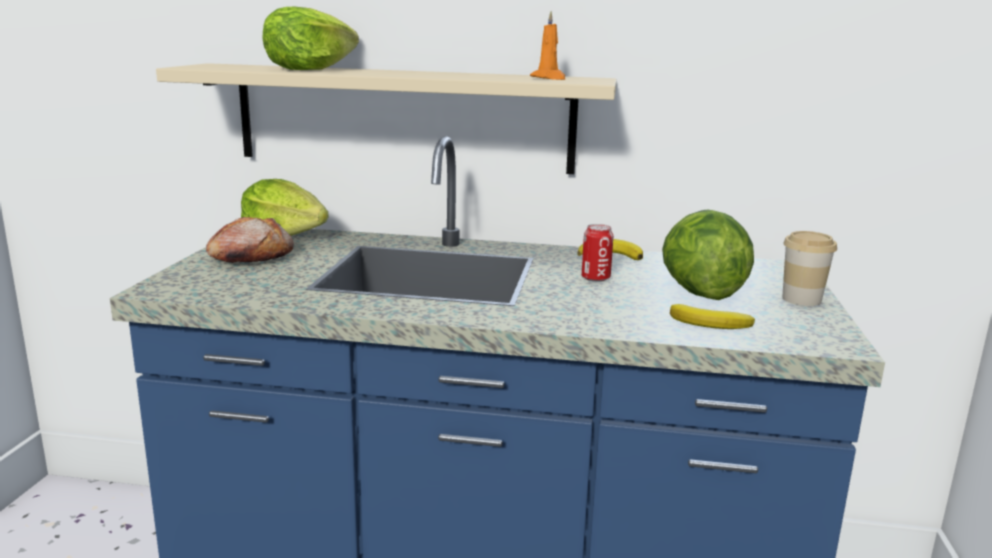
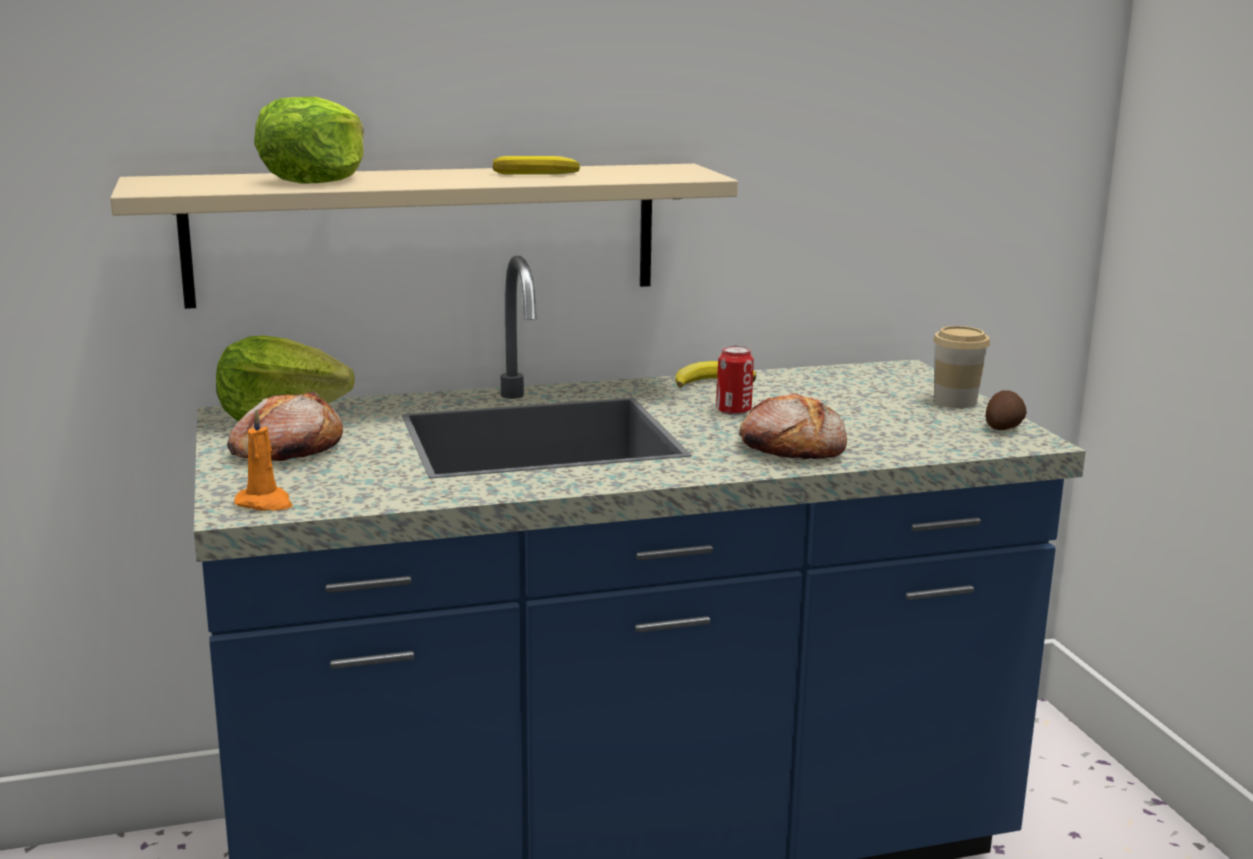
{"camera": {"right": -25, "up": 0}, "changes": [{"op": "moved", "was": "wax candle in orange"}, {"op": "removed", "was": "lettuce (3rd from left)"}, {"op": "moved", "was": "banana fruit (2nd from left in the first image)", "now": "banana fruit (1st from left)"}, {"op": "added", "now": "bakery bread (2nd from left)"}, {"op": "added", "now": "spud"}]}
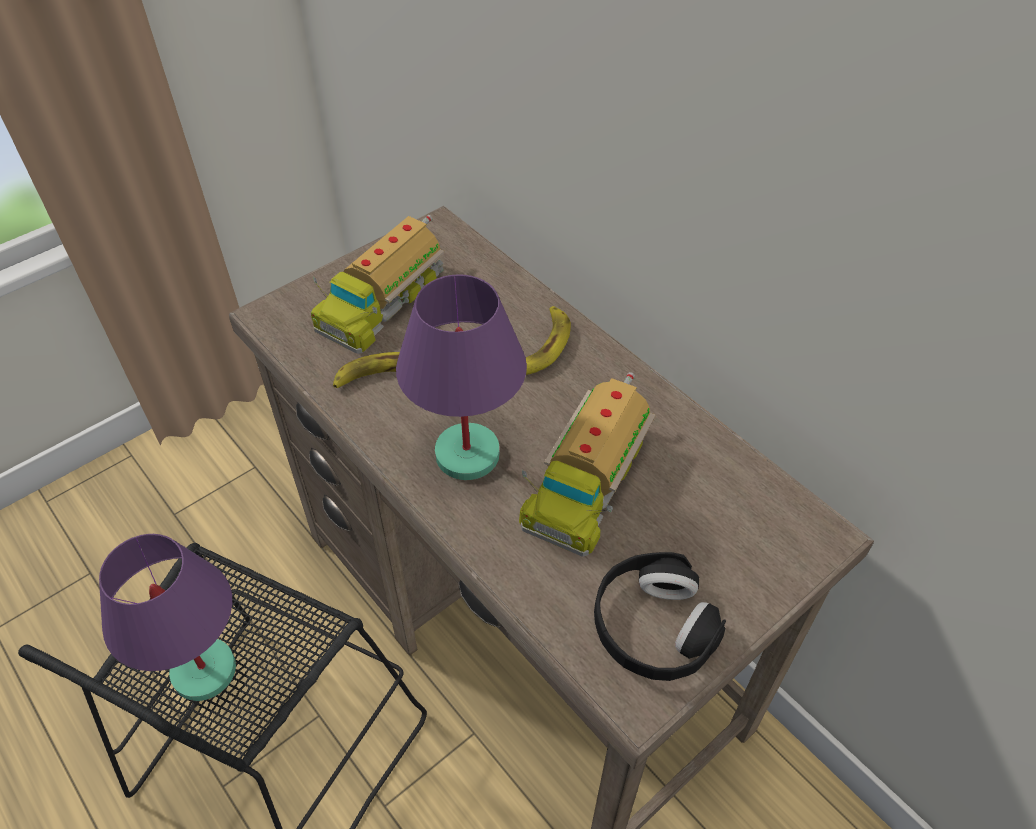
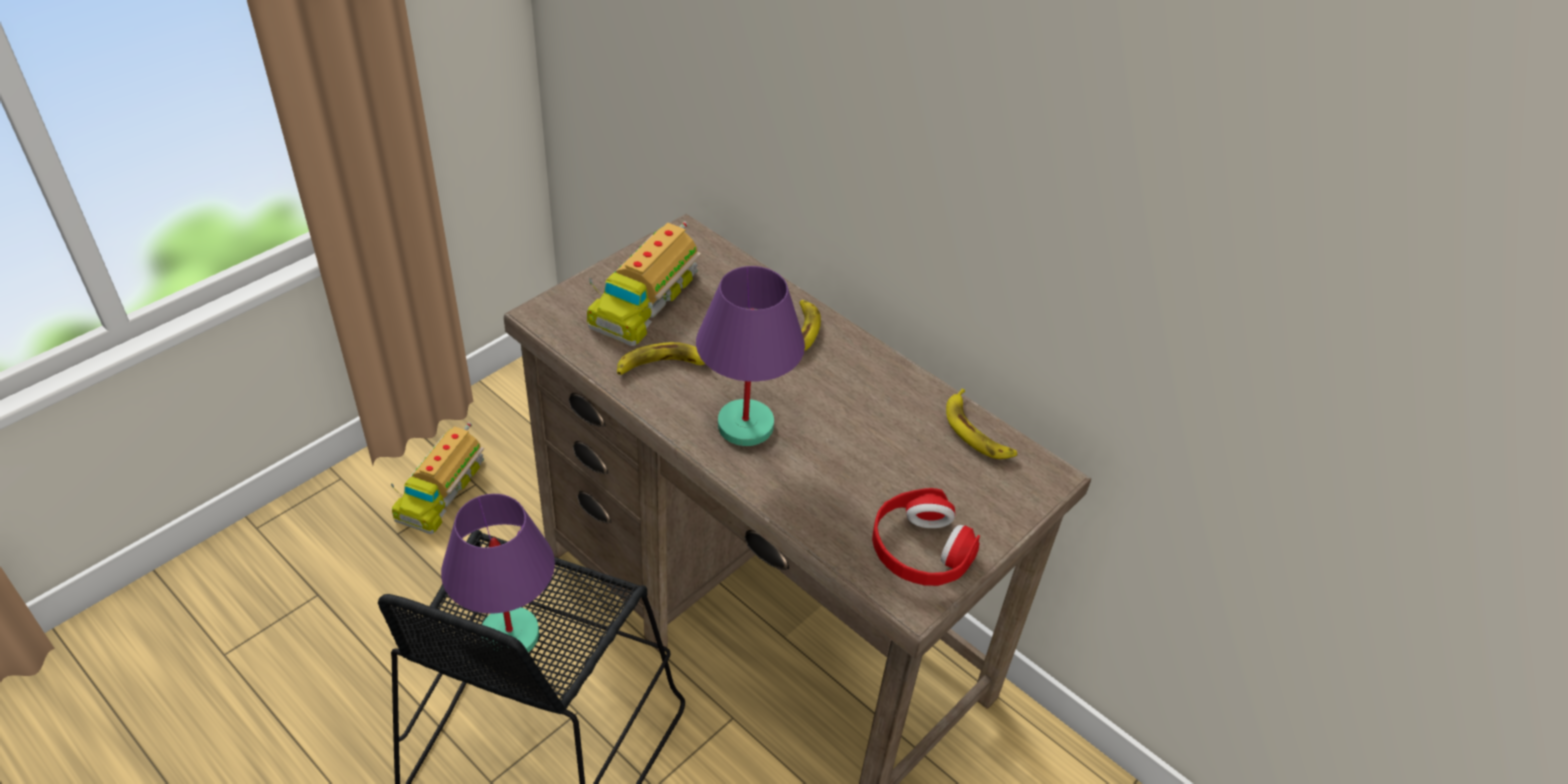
{"camera": {"right": -10, "up": -5}, "changes": [{"op": "moved", "was": "model truck (2nd from left in the first image)", "now": "model truck (1st from left)"}, {"op": "recoloured", "was": "pair of headphones in black", "now": "pair of headphones in red"}, {"op": "added", "now": "banana fruit (3rd from left)"}]}
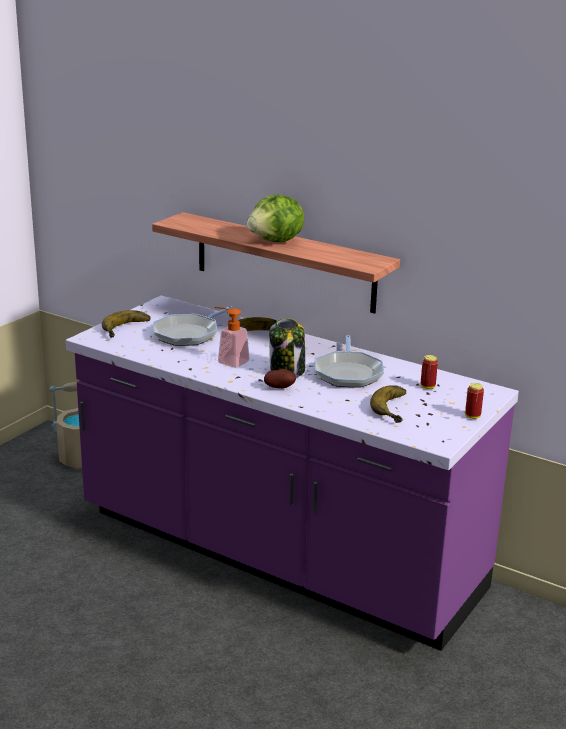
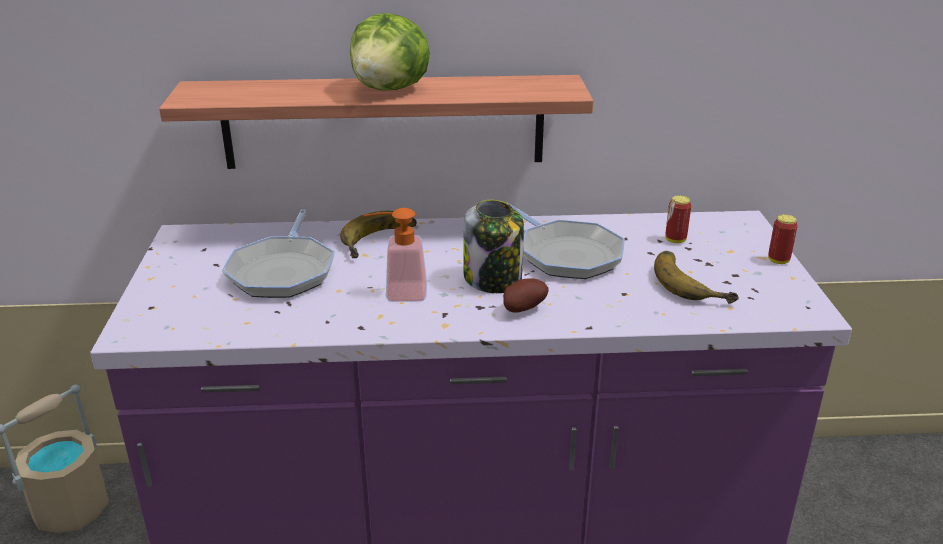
{"camera": {"right": -35, "up": 5}, "changes": [{"op": "removed", "was": "banana fruit (1st from left)"}]}
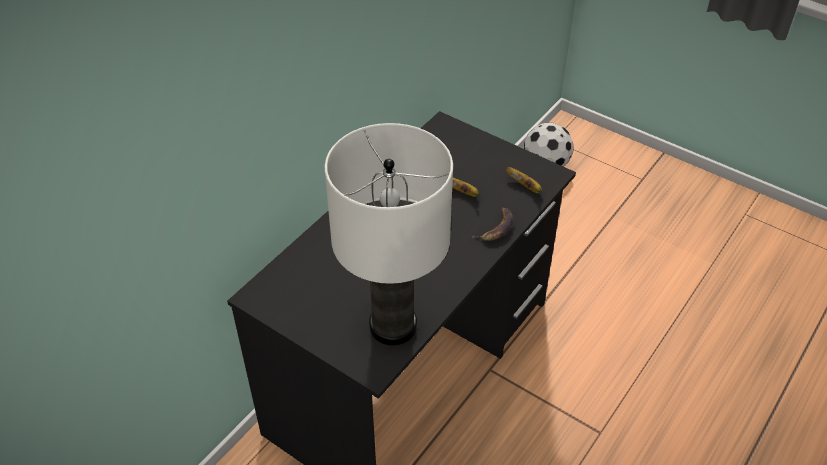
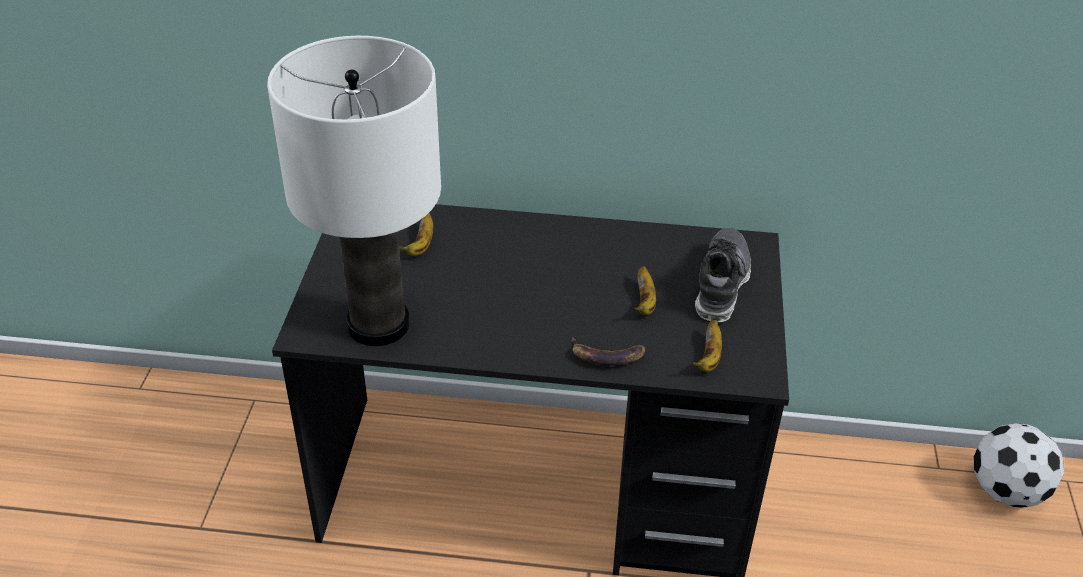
{"camera": {"right": 60, "up": -5}, "changes": [{"op": "added", "now": "banana fruit (1st from left)"}, {"op": "added", "now": "shoe"}]}
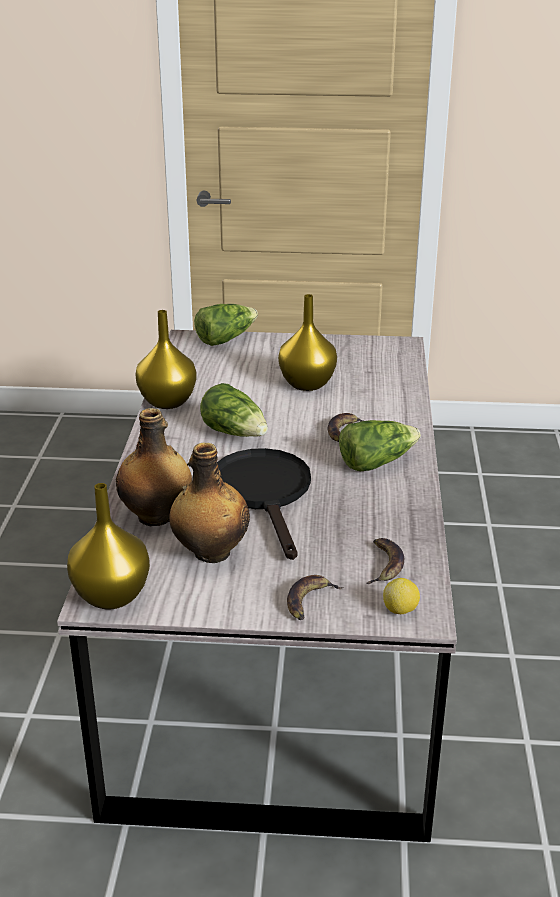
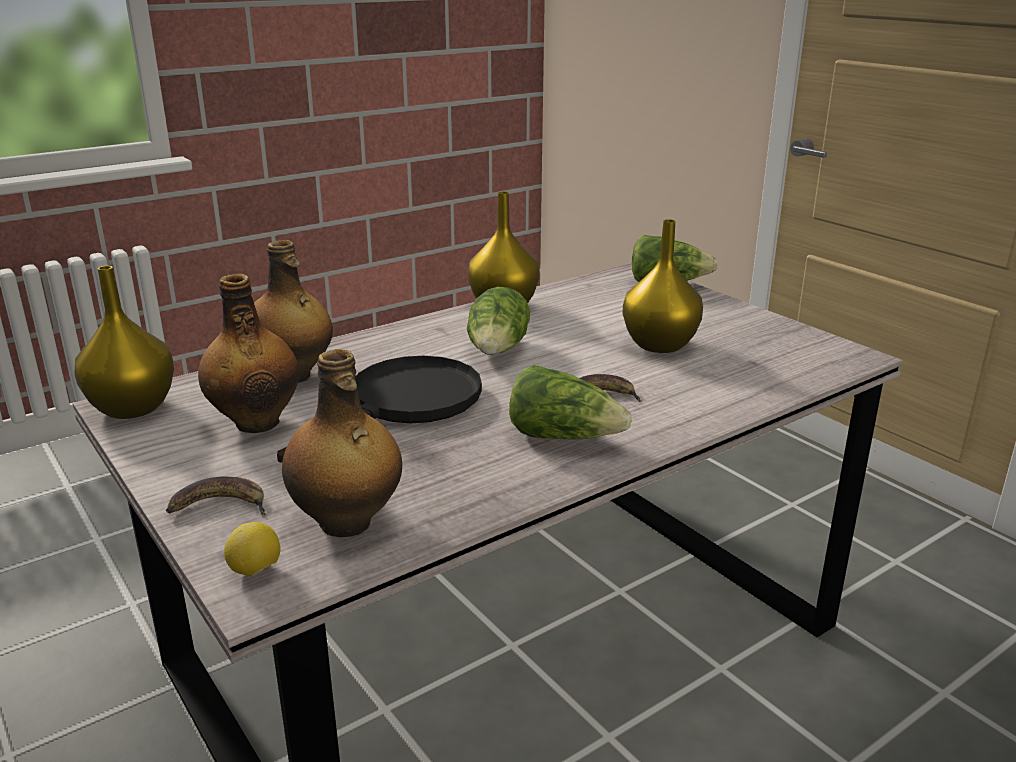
{"camera": {"right": 50, "up": -5}, "changes": [{"op": "replaced", "was": "banana fruit (3rd from left)", "now": "beverage bottle (3rd from left)"}]}
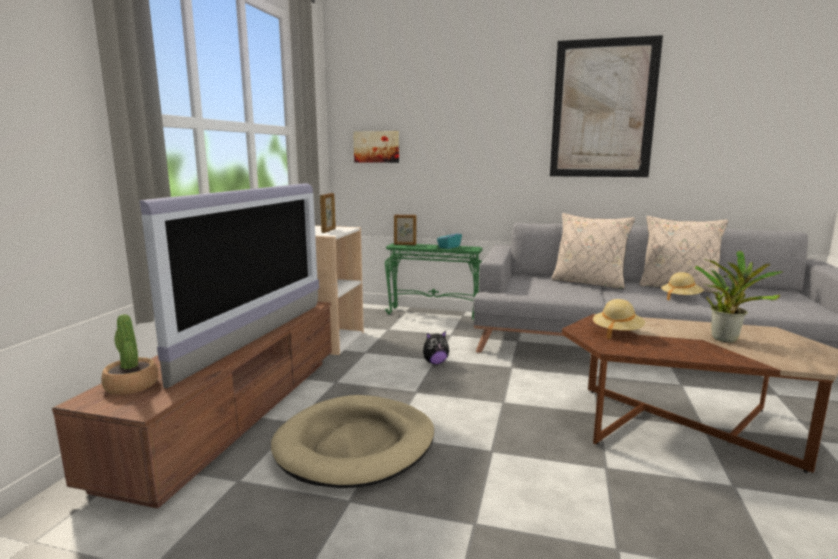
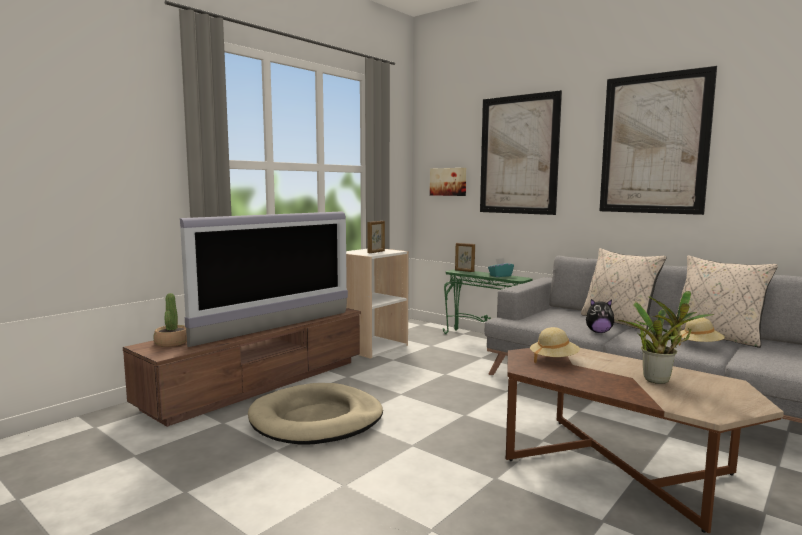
{"camera": {"right": 25, "up": -5}, "changes": [{"op": "moved", "was": "plush toy"}, {"op": "added", "now": "wall picture (2nd from left)"}]}
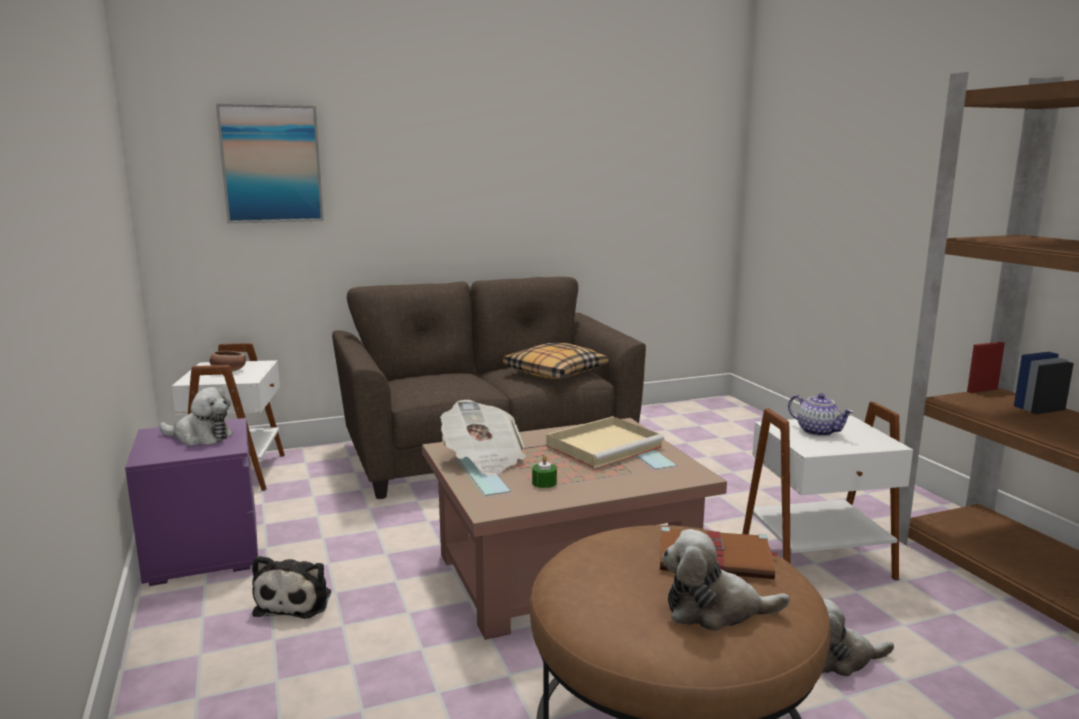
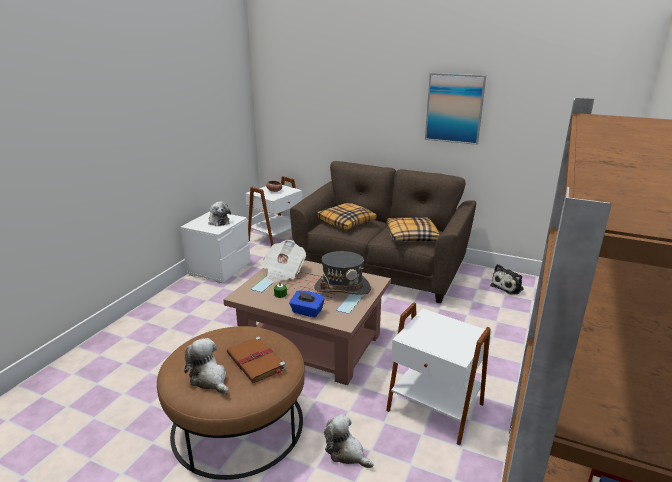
{"camera": {"right": 45, "up": 10}, "changes": [{"op": "recoloured", "was": "nightstand in purplish", "now": "nightstand in white"}, {"op": "moved", "was": "wall picture"}, {"op": "moved", "was": "plush toy (2nd from left in the first image)", "now": "plush toy (4th from left)"}, {"op": "replaced", "was": "tray in beige", "now": "hat in grey"}, {"op": "removed", "was": "tea pot"}, {"op": "added", "now": "box of tissues in blue"}, {"op": "added", "now": "throw pillow (1st from left)"}]}
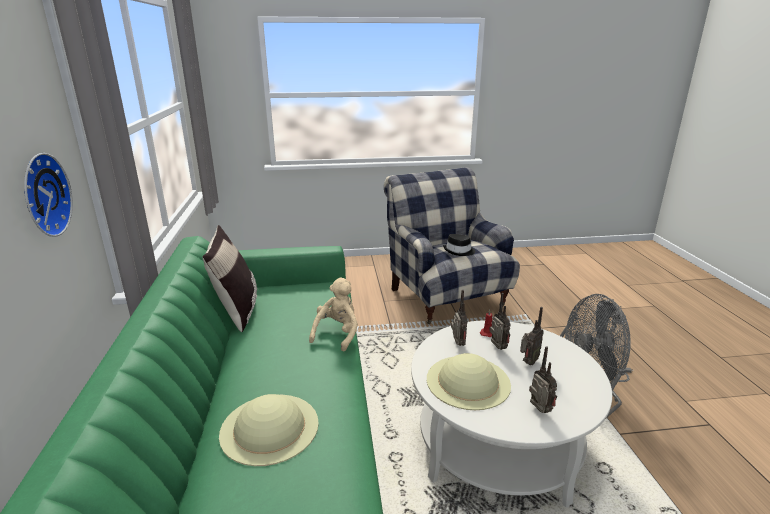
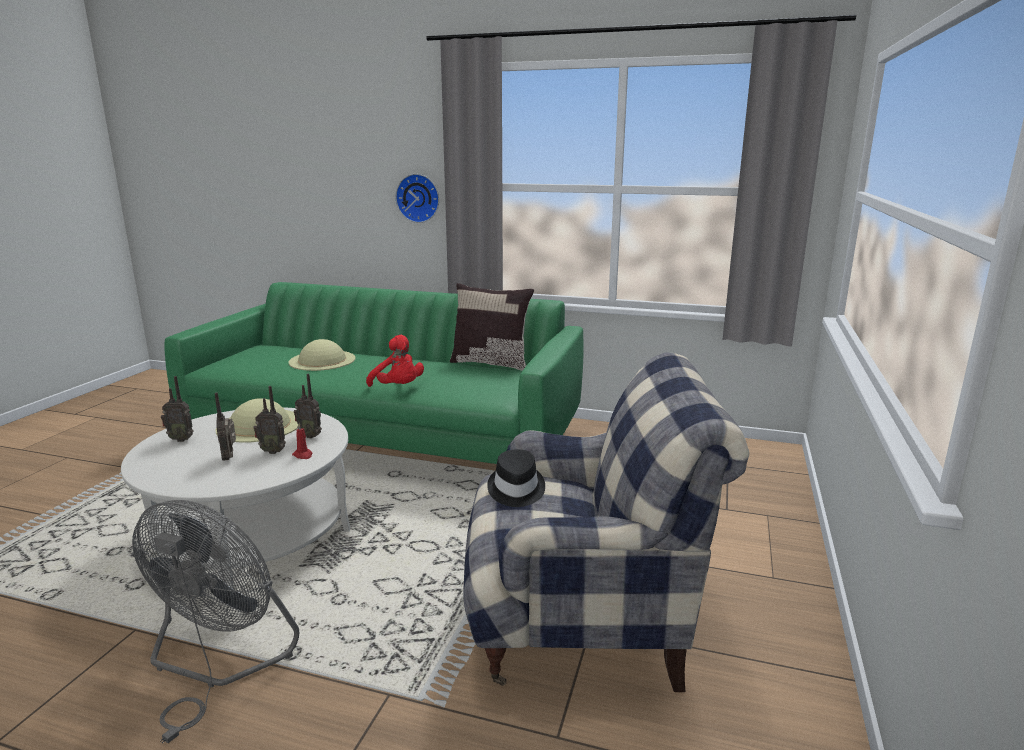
{"camera": {"right": 115, "up": -5}, "changes": [{"op": "recoloured", "was": "plush toy in beige", "now": "plush toy in red"}]}
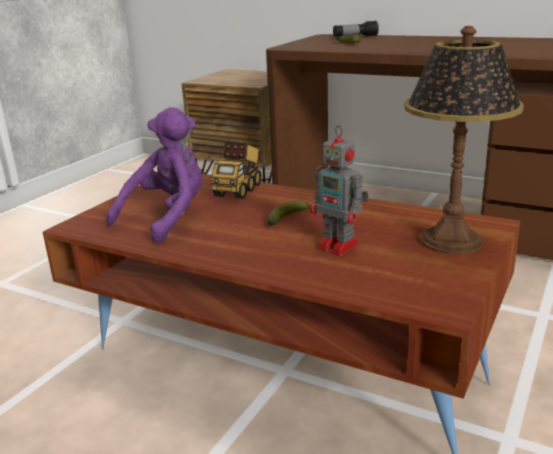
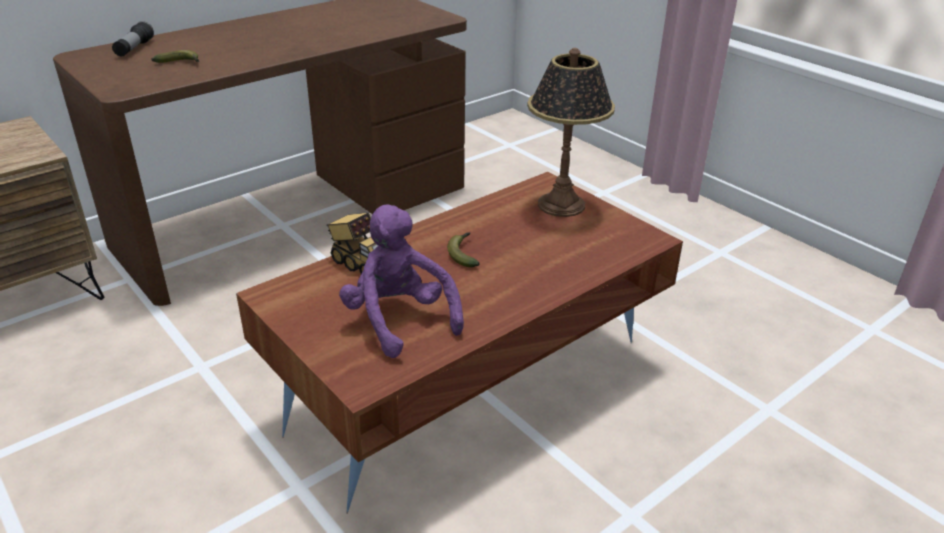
{"camera": {"right": -70, "up": 10}, "changes": [{"op": "removed", "was": "toy robot"}]}
